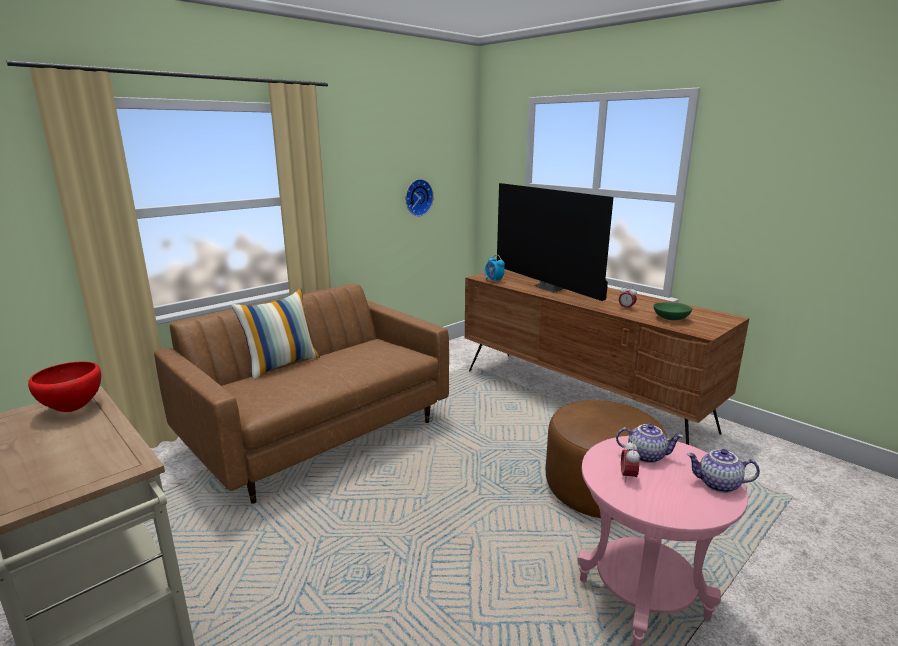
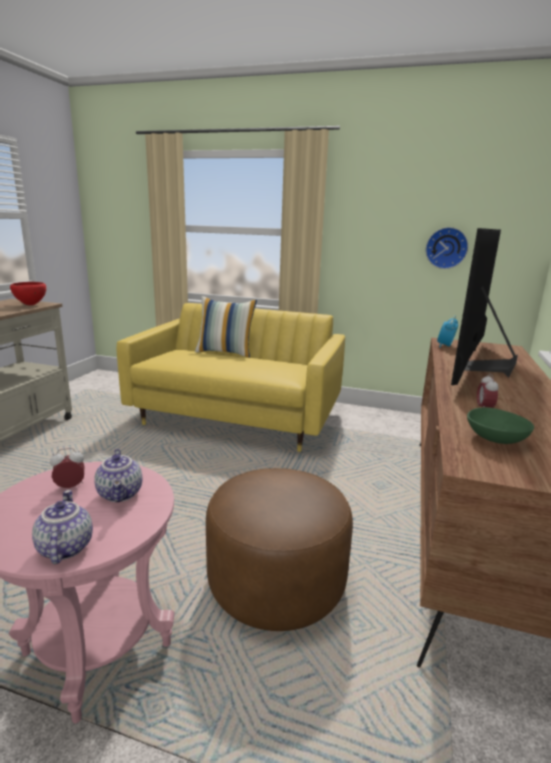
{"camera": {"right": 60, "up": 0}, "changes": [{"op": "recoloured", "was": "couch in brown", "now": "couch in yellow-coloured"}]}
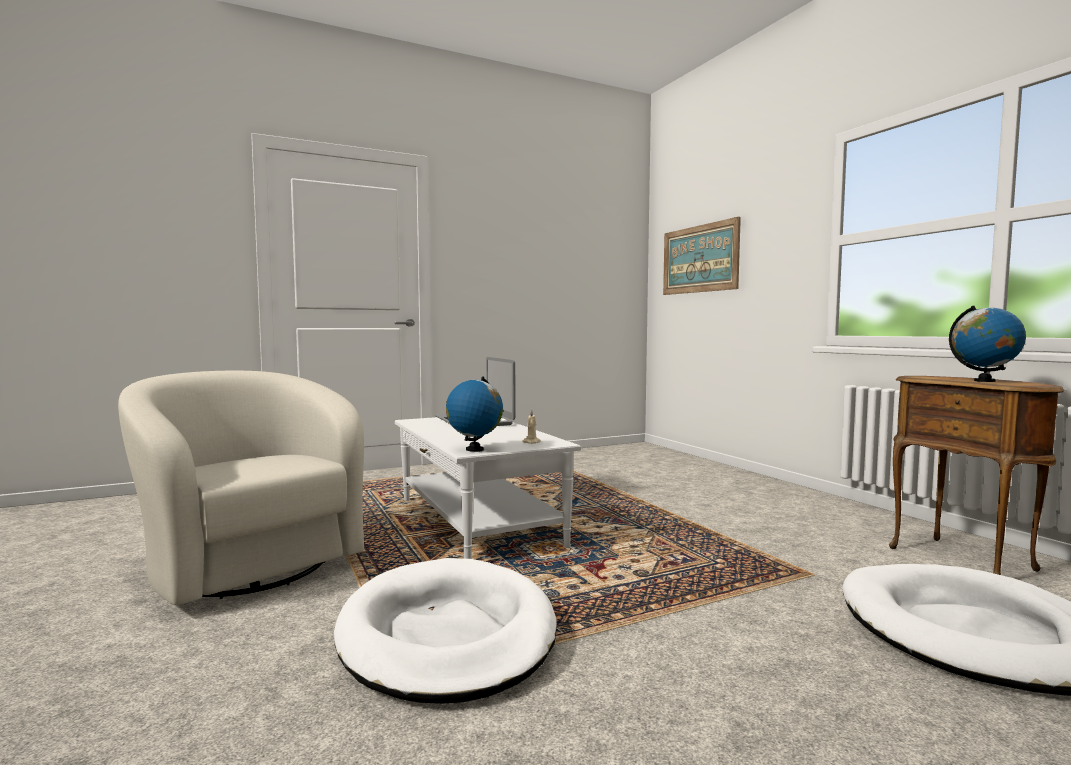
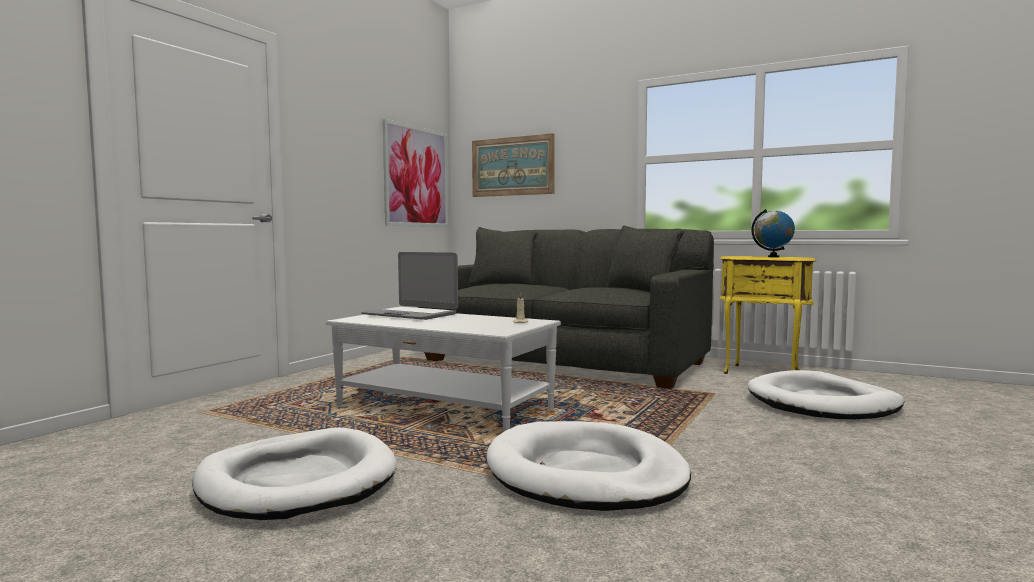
{"camera": {"right": -35, "up": 0}, "changes": [{"op": "replaced", "was": "lounge chair in beige", "now": "pet bed in white (1st from left)"}, {"op": "removed", "was": "globe (1st from left)"}, {"op": "recoloured", "was": "side table in brown", "now": "side table in yellow-coloured"}, {"op": "added", "now": "wall picture (1st from left)"}, {"op": "added", "now": "couch in grey"}]}
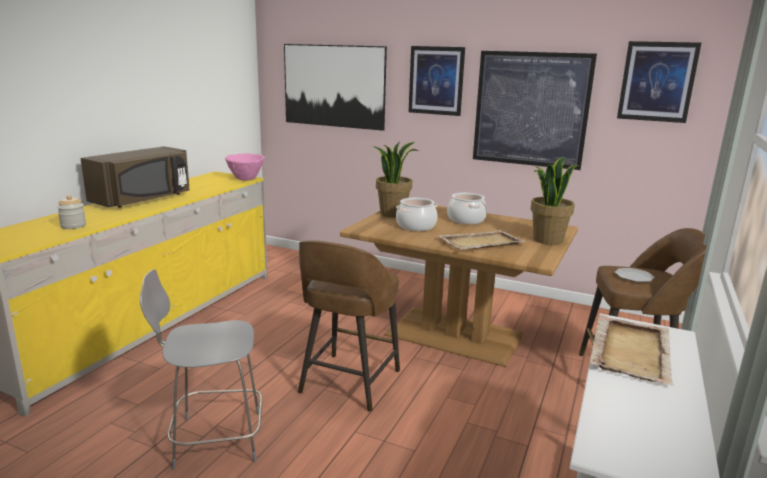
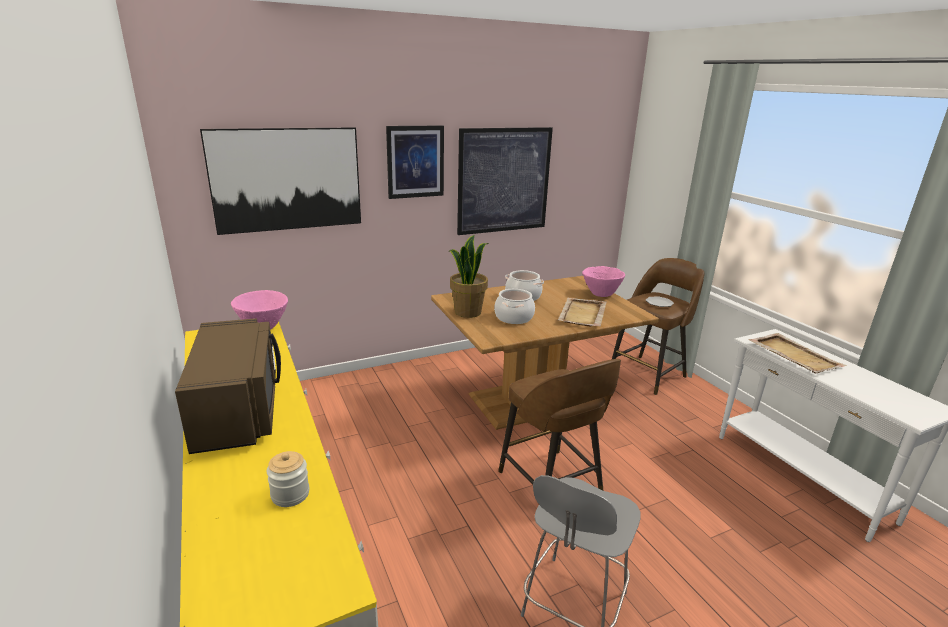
{"camera": {"right": -50, "up": 5}, "changes": [{"op": "replaced", "was": "potted plant (2nd from left)", "now": "bowl in pink-coloured (2nd from left)"}, {"op": "removed", "was": "wall picture (4th from left)"}]}
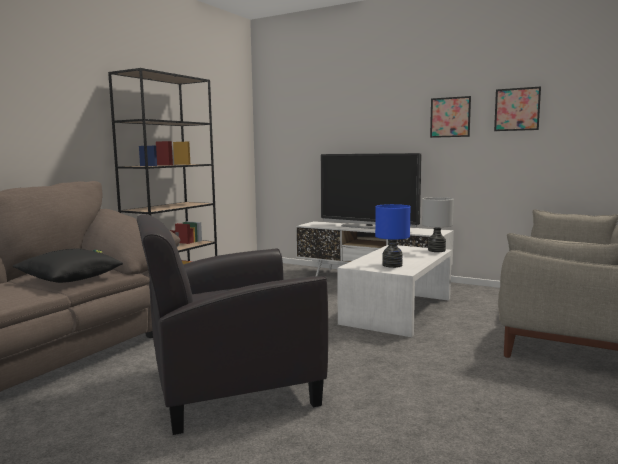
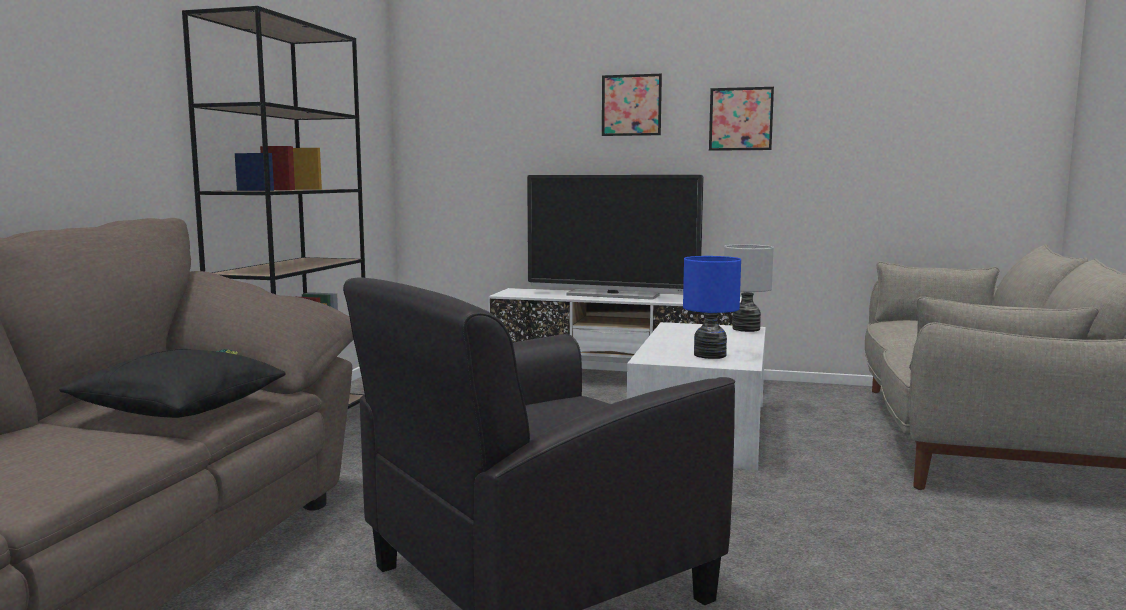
{"camera": {"right": -15, "up": 0}, "changes": [{"op": "moved", "was": "wall picture (2nd from left in the first image)", "now": "wall picture (1st from left)"}]}
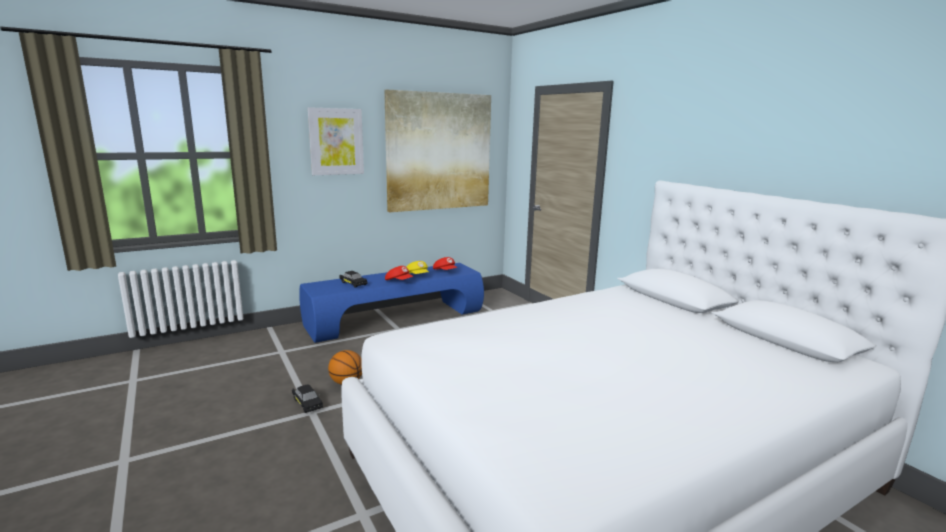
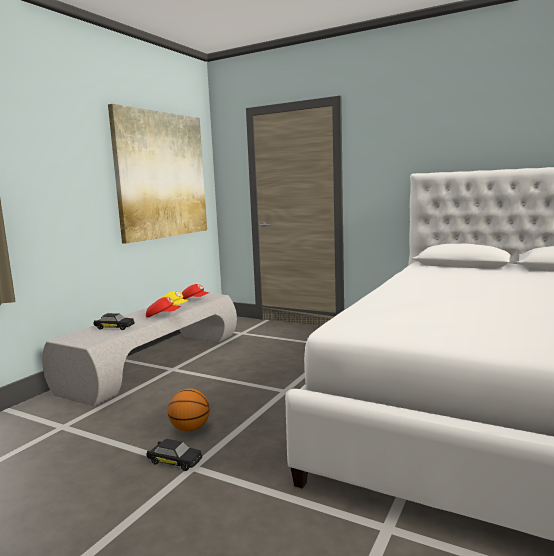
{"camera": {"right": -30, "up": -5}, "changes": [{"op": "recoloured", "was": "bench in blue", "now": "bench in grey"}, {"op": "removed", "was": "wall picture (1st from left)"}]}
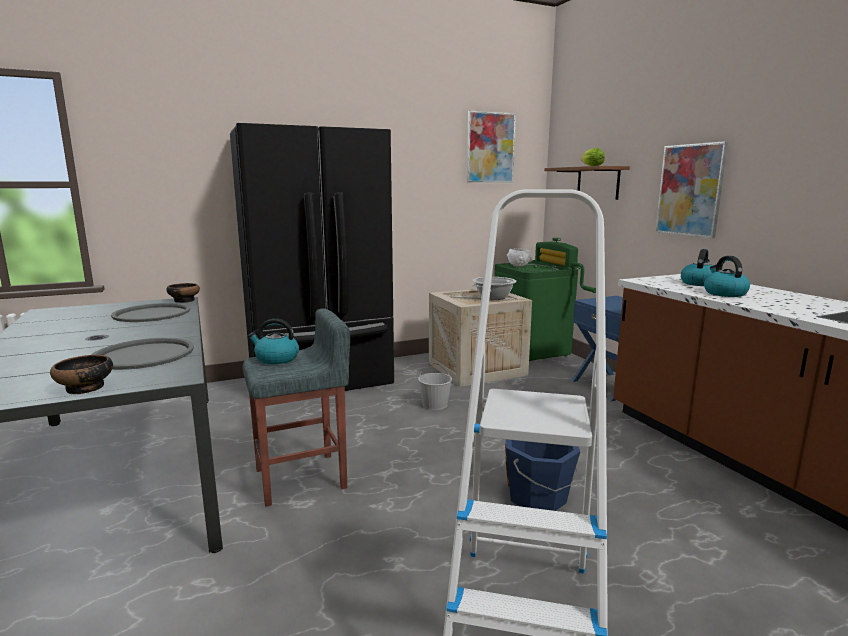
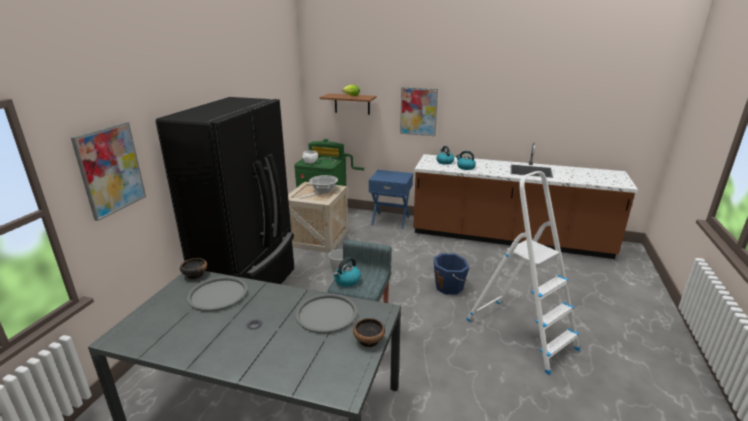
{"camera": {"right": -50, "up": 10}, "changes": [{"op": "moved", "was": "wall picture (1st from left)"}]}
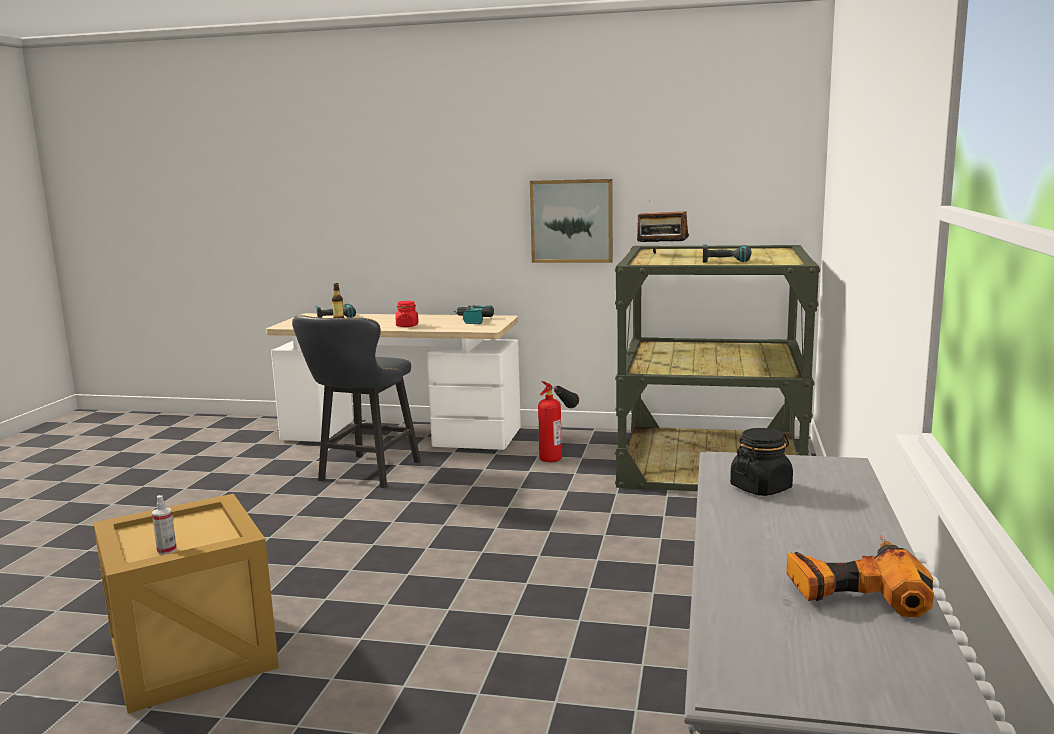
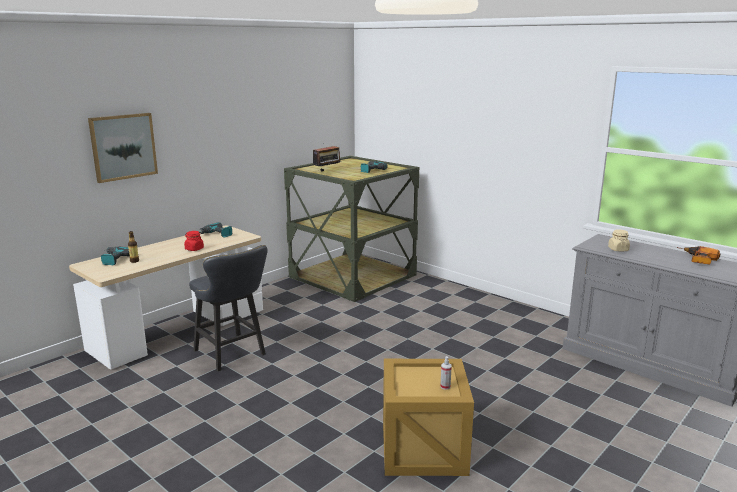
{"camera": {"right": -60, "up": 5}, "changes": [{"op": "moved", "was": "wall picture"}, {"op": "removed", "was": "extinguisher"}, {"op": "recoloured", "was": "storage jar in black", "now": "storage jar in beige"}]}
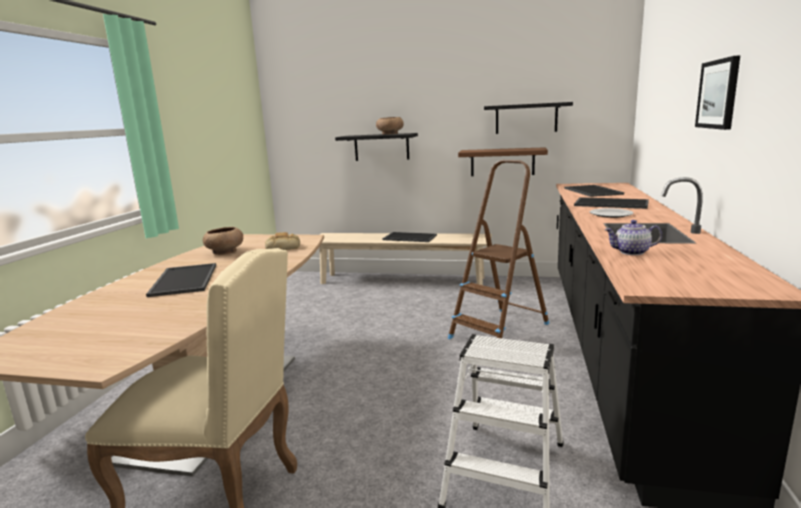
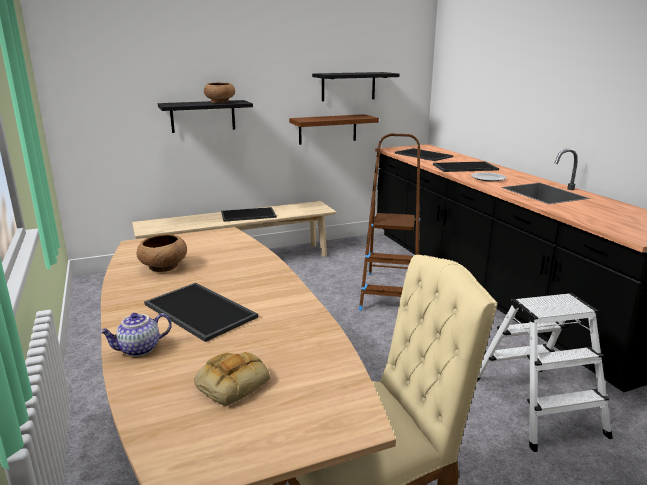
{"camera": {"right": -35, "up": 5}, "changes": [{"op": "moved", "was": "bakery bread"}, {"op": "moved", "was": "tea pot"}, {"op": "removed", "was": "wall picture"}]}
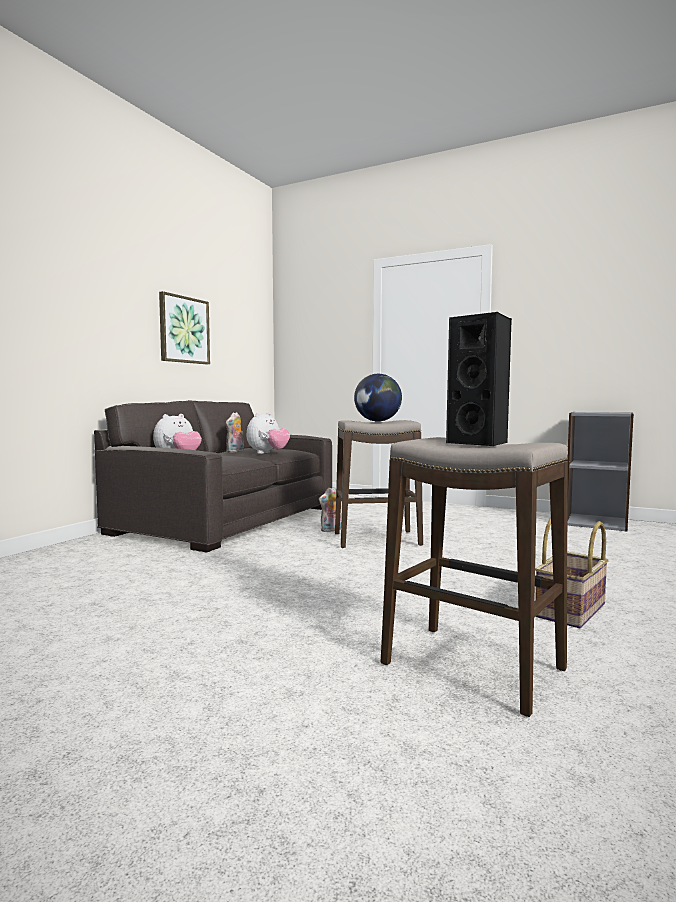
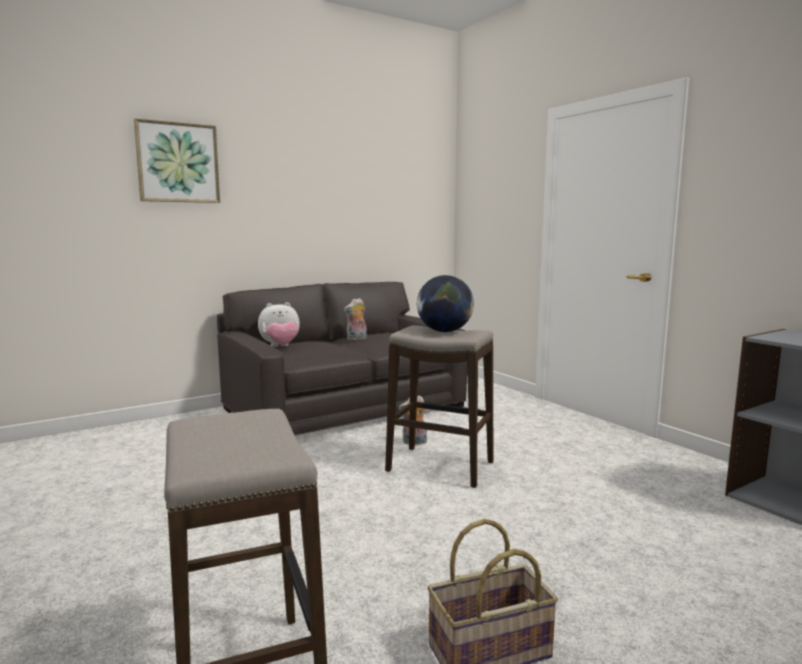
{"camera": {"right": 30, "up": 5}, "changes": [{"op": "moved", "was": "wall picture"}, {"op": "removed", "was": "plush toy (3rd from left)"}, {"op": "removed", "was": "loudspeaker in black"}]}
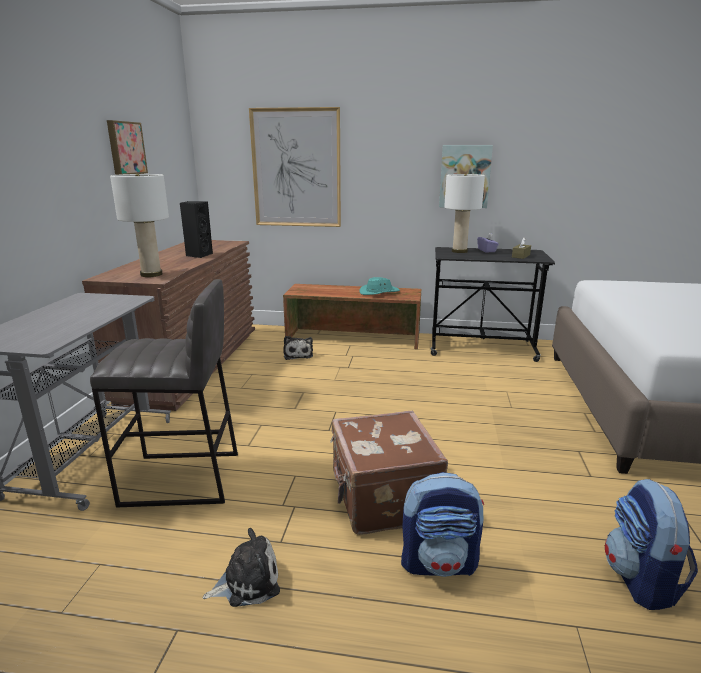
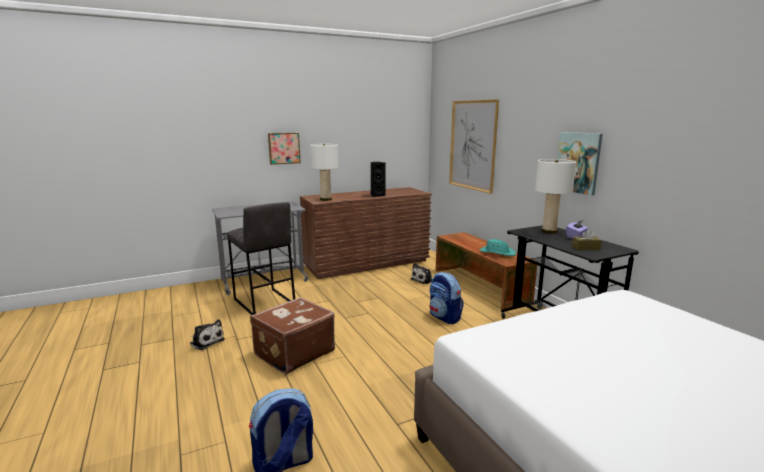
{"camera": {"right": 55, "up": -5}, "changes": [{"op": "moved", "was": "wall picture (1st from left)"}, {"op": "moved", "was": "rucksack (1st from left in the first image)", "now": "rucksack (2nd from left)"}]}
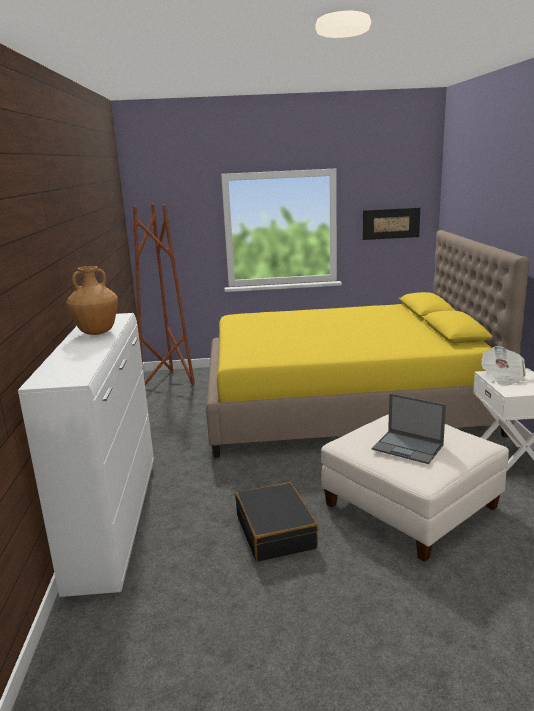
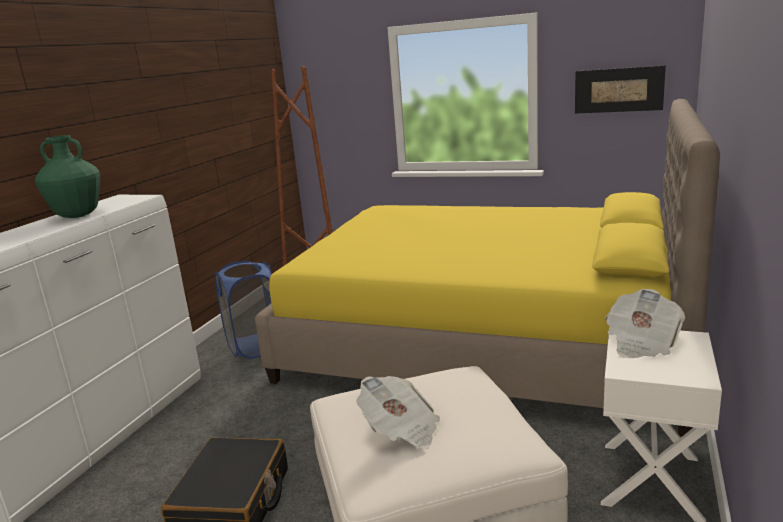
{"camera": {"right": 25, "up": 0}, "changes": [{"op": "recoloured", "was": "decorative vase in brown", "now": "decorative vase in green-coloured"}, {"op": "replaced", "was": "notebook computer", "now": "newspaper (1st from left)"}, {"op": "added", "now": "laundry basket in blue"}]}
